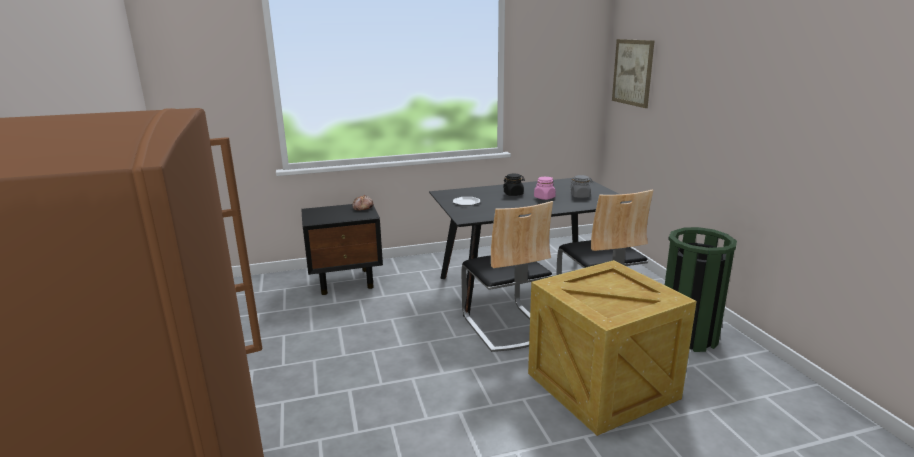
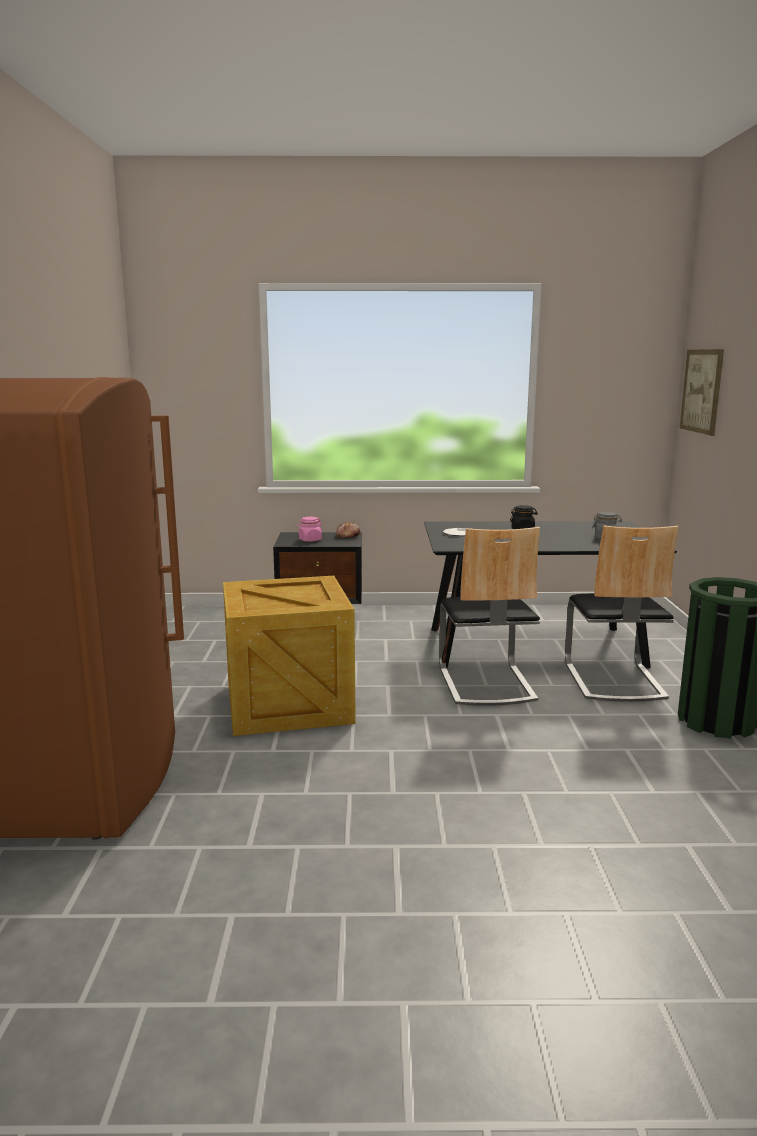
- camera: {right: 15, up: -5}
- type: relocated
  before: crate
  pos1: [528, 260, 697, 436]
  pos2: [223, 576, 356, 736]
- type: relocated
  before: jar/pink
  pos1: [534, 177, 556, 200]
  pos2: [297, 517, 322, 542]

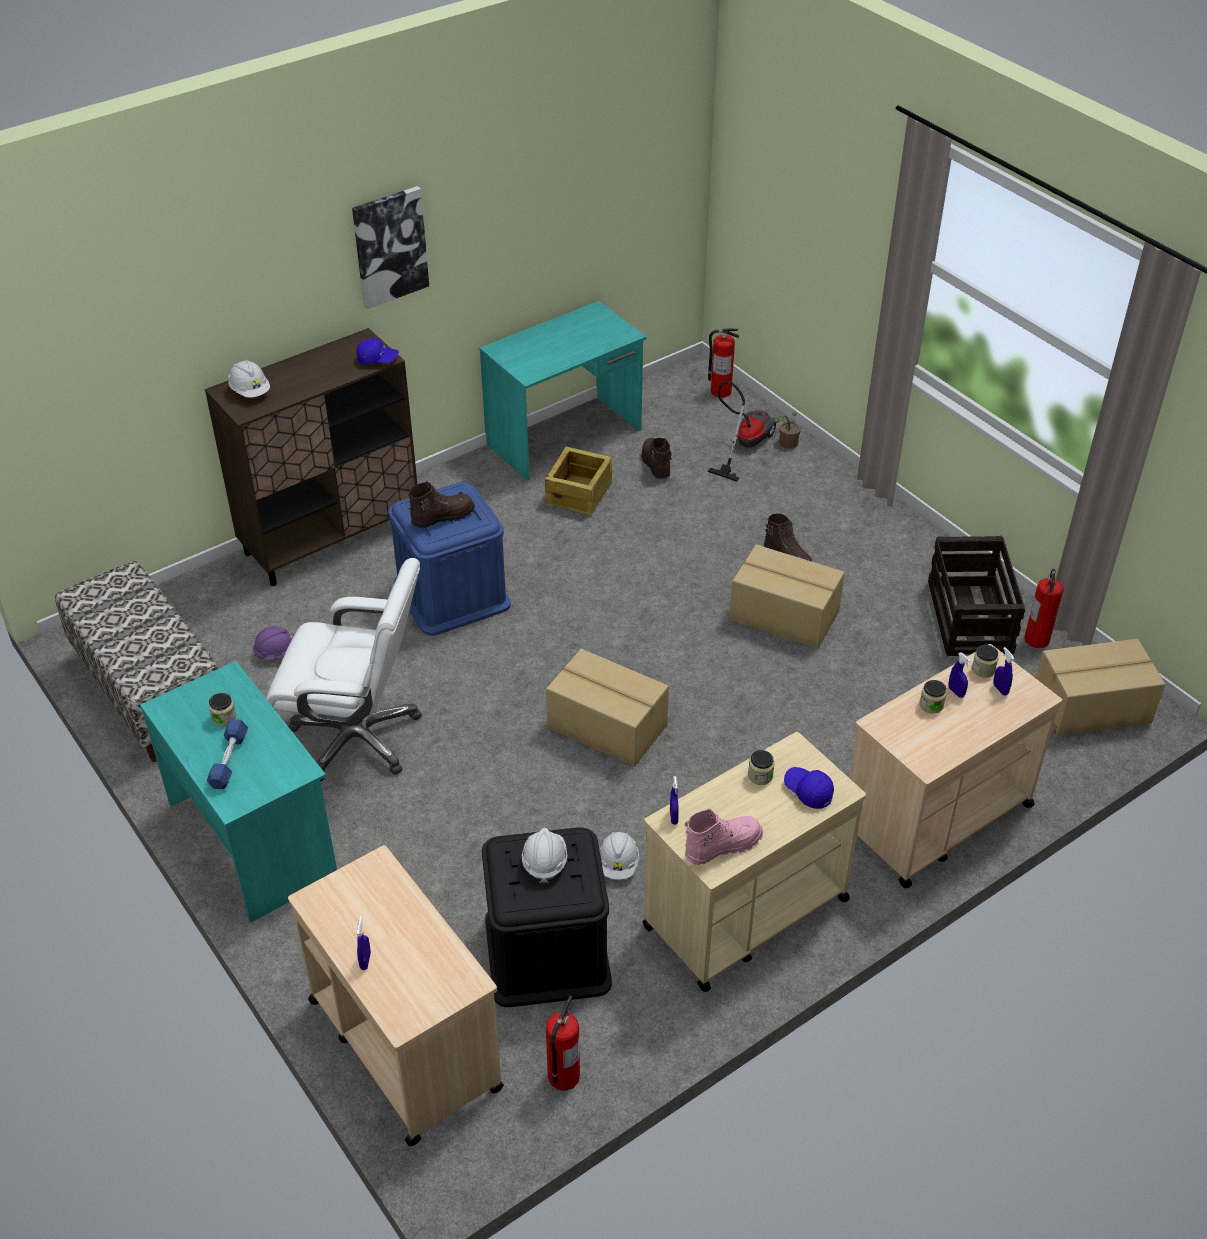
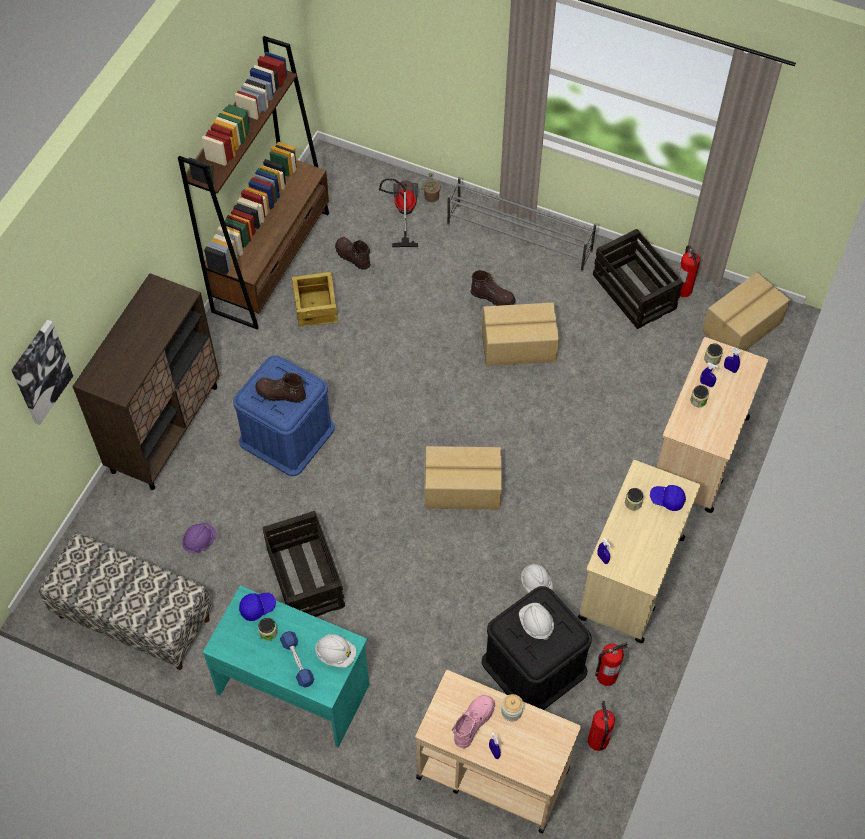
- camera: {right: -30, up: 15}
- type: relocated
  before: picture
  pos1: [352, 186, 429, 309]
  pos2: [12, 320, 73, 425]
- type: exchanged
  before: desk/turquoise
  after: bookcase/brown
  pos1: [479, 301, 646, 480]
  pos2: [178, 36, 329, 330]
- type: relocated
  before: cap/blue
  pos1: [356, 338, 399, 364]
  pos2: [239, 593, 276, 621]
- type: spun
  before: boot/brown
  pos1: [408, 481, 475, 528]
  pos2: [255, 373, 306, 403]
  turn: -105
- type: exchanged
  before: office chair/white
  after: crate
  pos1: [266, 558, 422, 782]
  pos2: [263, 511, 345, 617]
- type: relocated
  before: hard hat/white
  pos1: [228, 360, 270, 398]
  pos2: [315, 634, 356, 668]
- type: appeared
  after: shoe rack/grey
  pos2: [447, 177, 597, 272]
- type: relocated
  before: boot/pink
  pos1: [685, 809, 763, 865]
  pos2: [452, 695, 495, 748]
- type: appeared
  after: jar
  pos2: [501, 694, 524, 721]
- type: relocated
  before: fire extinguisher
  pos1: [708, 328, 739, 398]
  pos2: [595, 642, 628, 686]

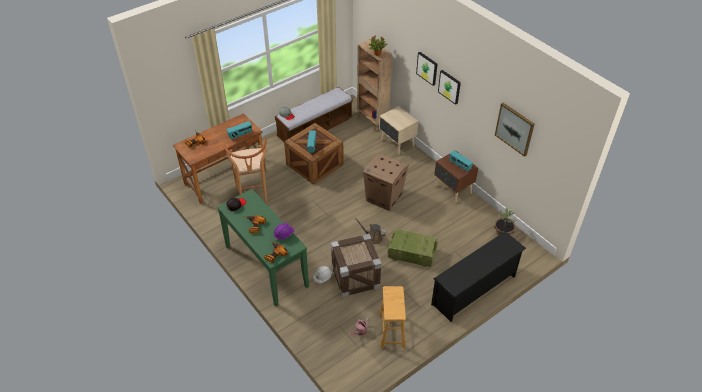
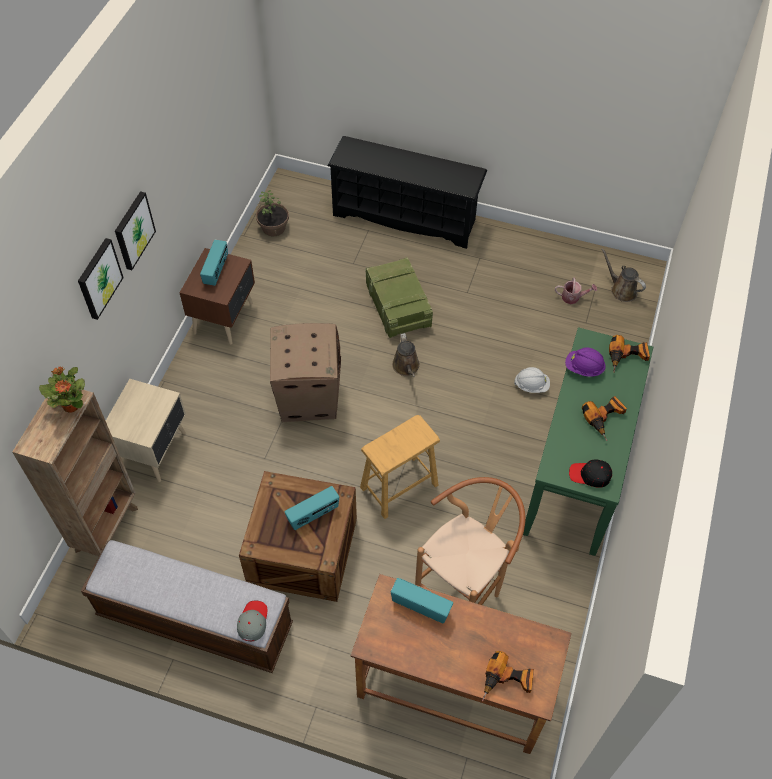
- camera: {right: -125, up: 10}
- type: relocated
  before: stool/brown
  pos1: [379, 286, 406, 348]
  pos2: [360, 415, 440, 519]
- type: appeared
  after: watering can/brown
  pos2: [601, 248, 646, 302]
- type: missing
  before: crate
  pos1: [331, 234, 382, 297]
- type: missing
  before: picture
  pos1: [495, 103, 535, 157]

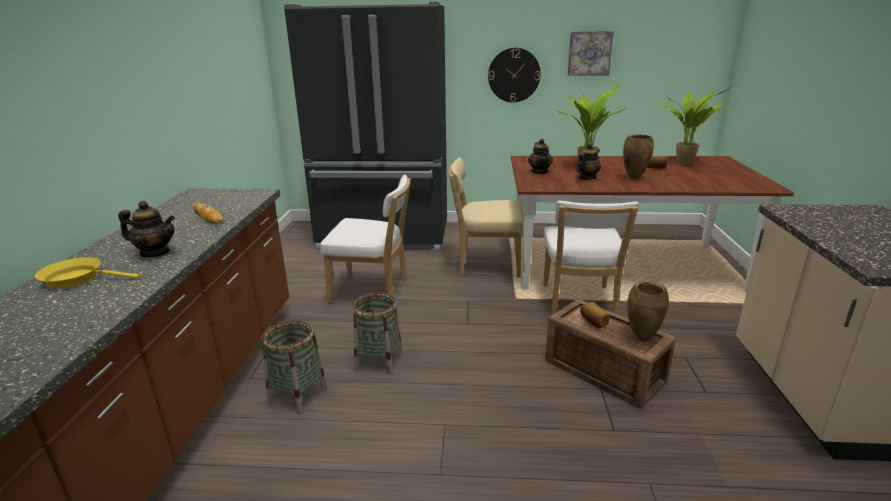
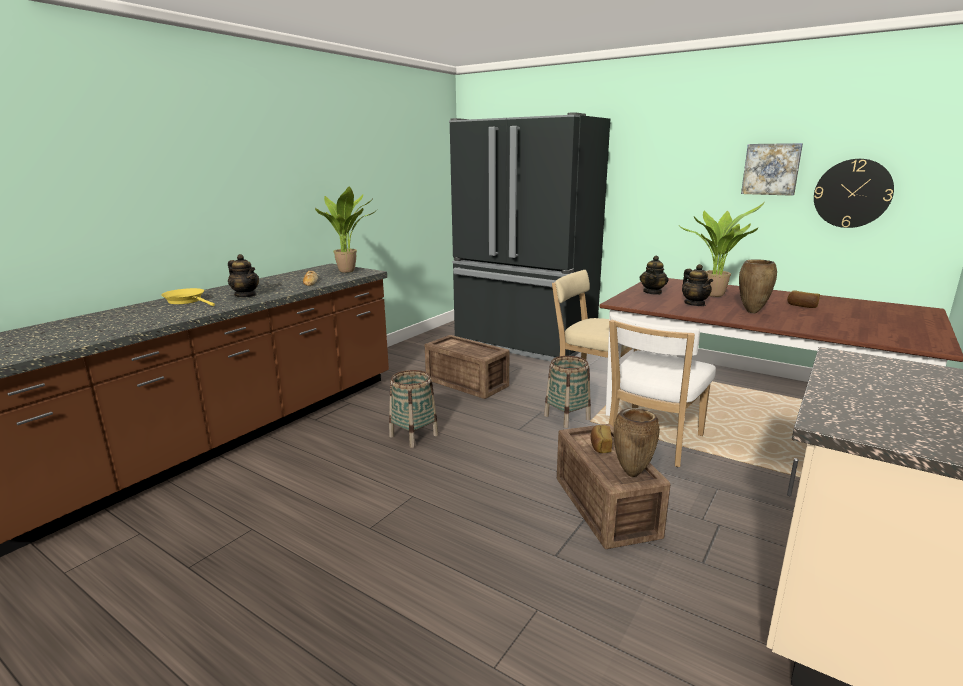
- camera: {right: 30, up: -5}
- type: relocated
  before: potted plant
  pos1: [660, 88, 729, 165]
  pos2: [315, 187, 376, 273]
- type: exchanged
  before: chair/white
  after: crate
  pos1: [320, 175, 411, 303]
  pos2: [425, 335, 509, 399]
- type: relocated
  before: basket
  pos1: [263, 320, 327, 414]
  pos2: [544, 356, 591, 428]
- type: spun
  before: teapot
  pos1: [576, 143, 601, 180]
  pos2: [682, 264, 713, 306]
  turn: 90
- type: relocated
  before: wall clock
  pos1: [488, 48, 541, 102]
  pos2: [814, 159, 894, 228]

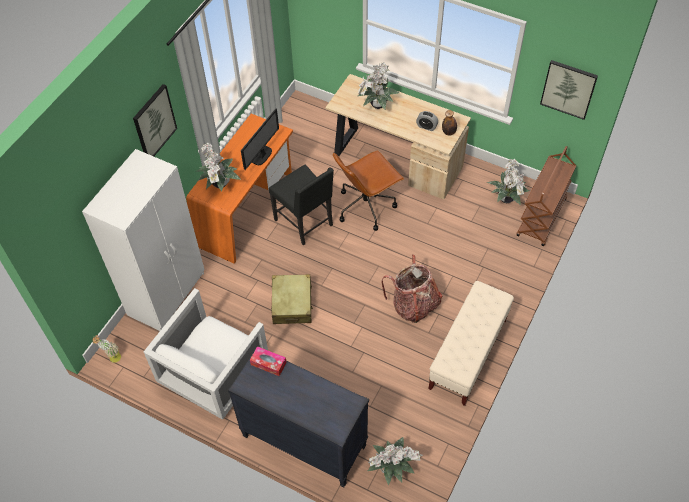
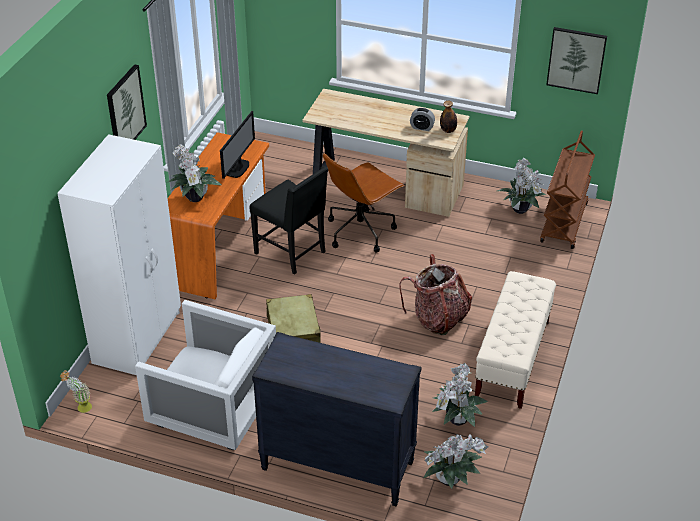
- camera: {right: -10, up: -15}
- type: spun
  before: armchair/white
  pos1: [144, 288, 268, 420]
  pos2: [135, 300, 276, 450]
  turn: -90
- type: relocated
  before: potted plant
  pos1: [358, 62, 399, 109]
  pos2: [432, 363, 488, 427]
- type: missing
  before: tissue box
  pos1: [250, 346, 287, 376]

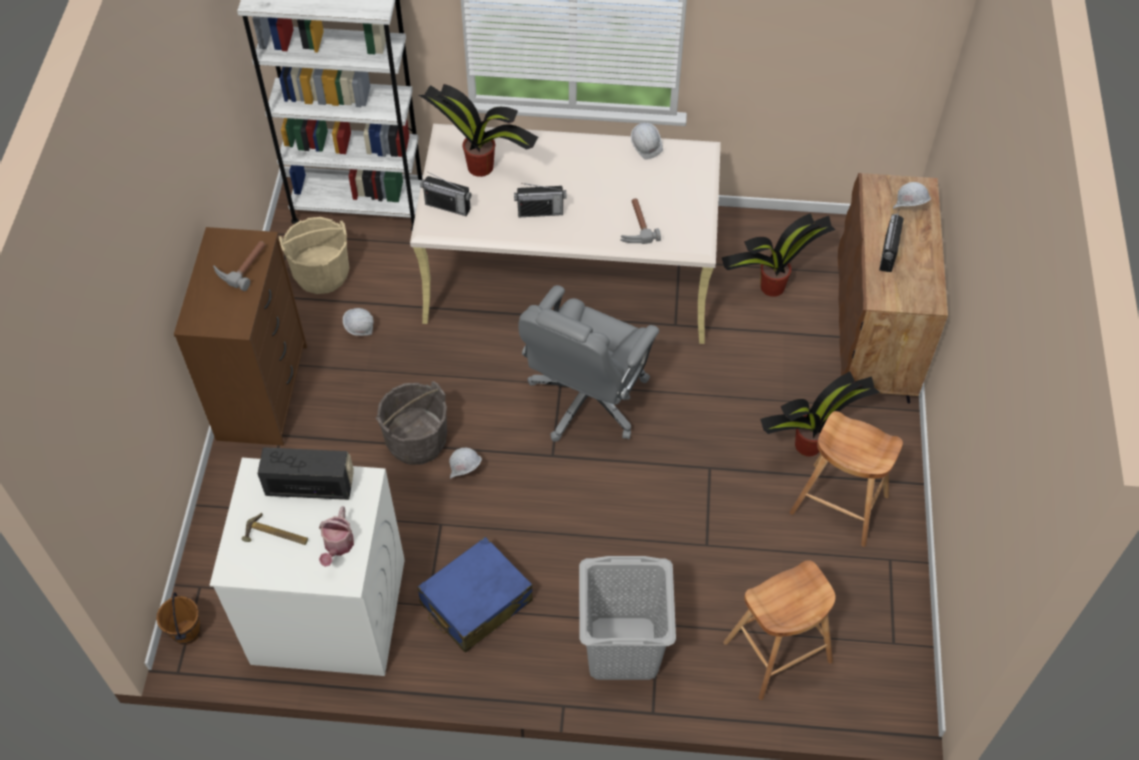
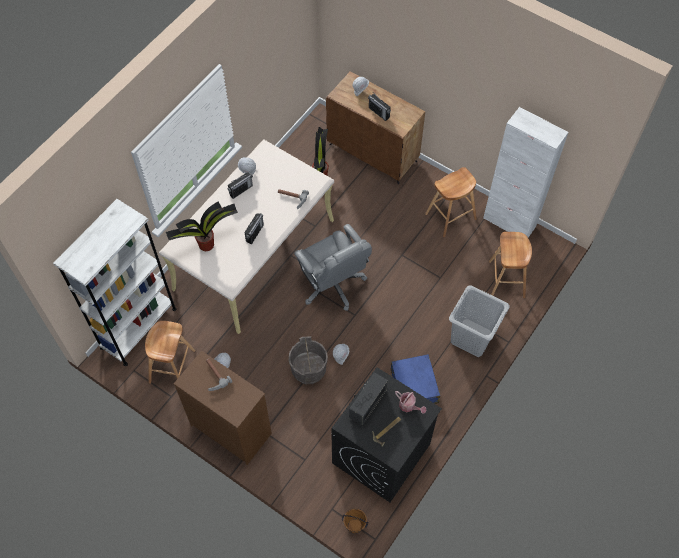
- camera: {right: -60, up: 5}
- type: exchanged
  before: bucket/beige
  after: stool/brown
  pos1: [279, 217, 349, 294]
  pos2: [145, 321, 195, 384]
- type: relocated
  before: radio
  pos1: [420, 172, 471, 216]
  pos2: [227, 172, 253, 199]
- type: colour
  before: washing machine/white
  after: washing machine/black
  pos1: [210, 458, 405, 676]
  pos2: [331, 367, 442, 502]
- type: appeared
  after: cabinet/white
  pos2: [483, 107, 568, 237]
- type: missing
  before: potted plant
  pos1: [760, 371, 880, 456]

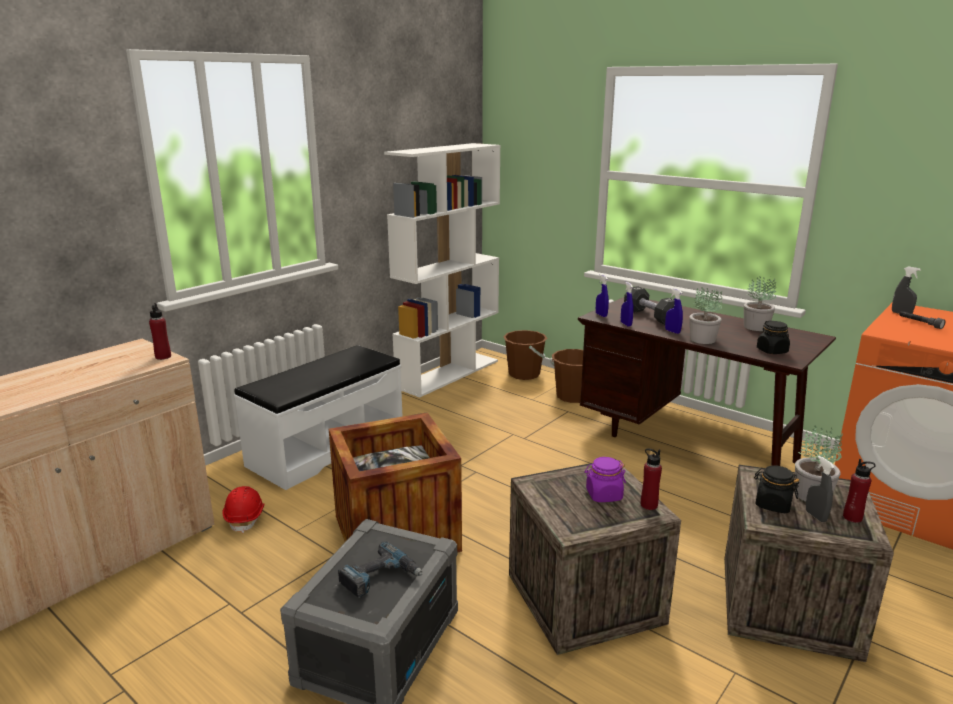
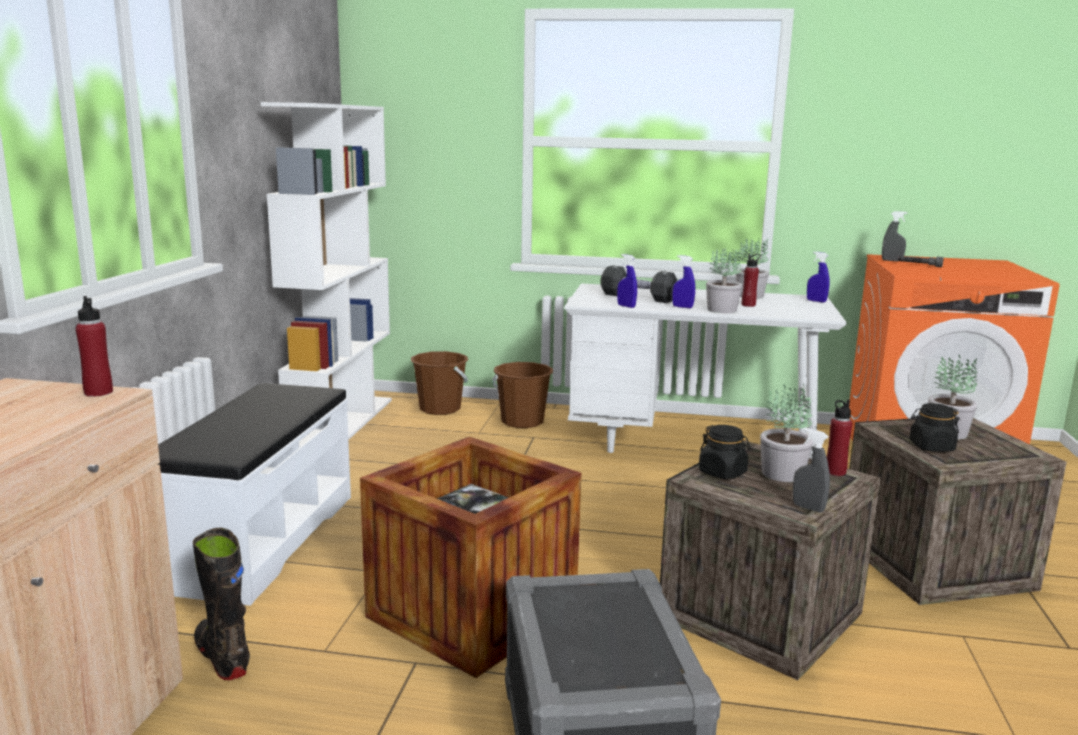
- camera: {right: -30, up: -5}
- type: exchanged
  before: hard hat/red
  after: boot/black
  pos1: [222, 486, 264, 533]
  pos2: [193, 528, 250, 680]
- type: colour
  before: desk/brown
  after: desk/white
  pos1: [578, 297, 836, 466]
  pos2: [564, 283, 846, 459]
- type: relocated
  before: jar/black
  pos1: [757, 321, 790, 354]
  pos2: [699, 425, 750, 479]
- type: relocated
  before: bottle/red
  pos1: [843, 459, 876, 523]
  pos2: [742, 254, 761, 307]
- type: exchanged
  before: jar/purple
  after: potted plant
  pos1: [585, 457, 626, 502]
  pos2: [760, 384, 813, 482]
- type: relocated
  before: spray bottle/grey
  pos1: [806, 456, 835, 522]
  pos2: [793, 428, 830, 513]
- type: relocated
  before: spray bottle/blue
  pos1: [596, 274, 609, 317]
  pos2: [807, 252, 830, 303]
- type: missing
  before: power drill
  pos1: [338, 541, 422, 598]

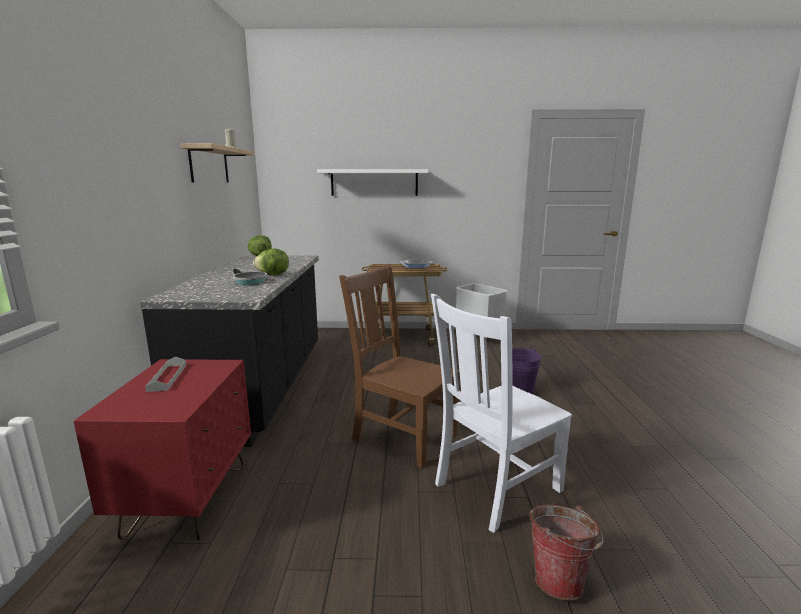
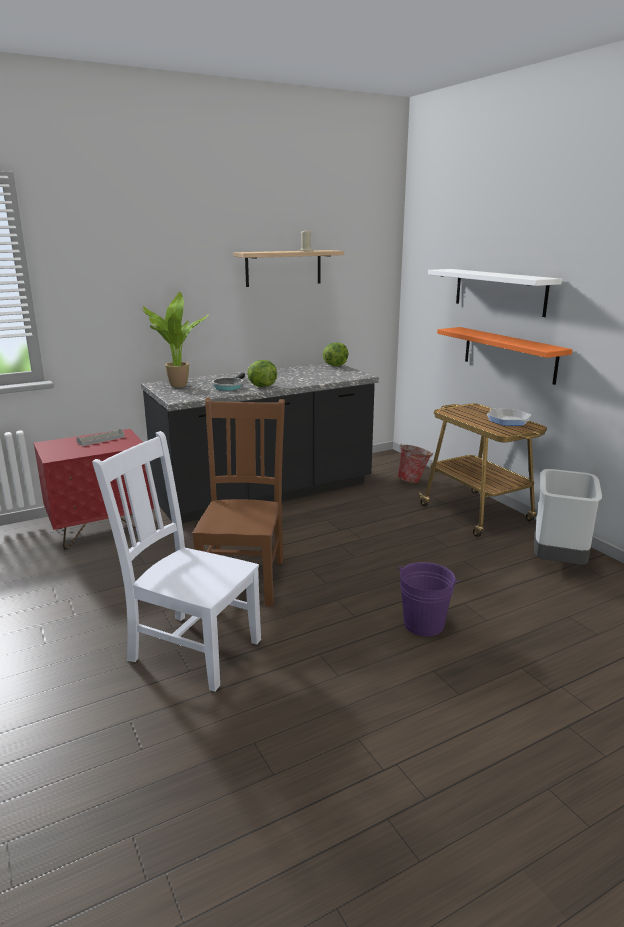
- camera: {right: 60, up: 5}
- type: appeared
  after: potted plant
  pos2: [143, 292, 209, 388]
- type: relocated
  before: bucket
  pos1: [529, 505, 603, 600]
  pos2: [397, 444, 433, 483]
- type: appeared
  after: shelf/orange
  pos2: [437, 327, 573, 385]

